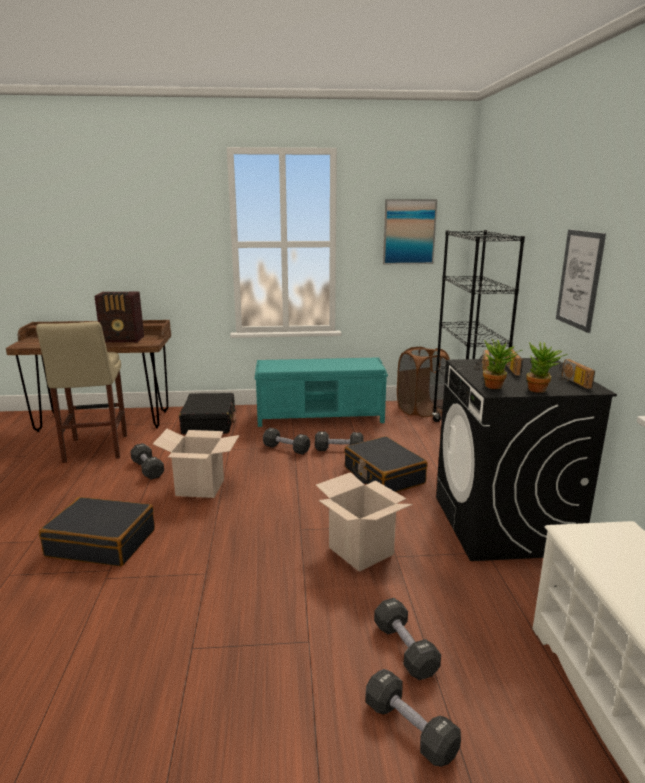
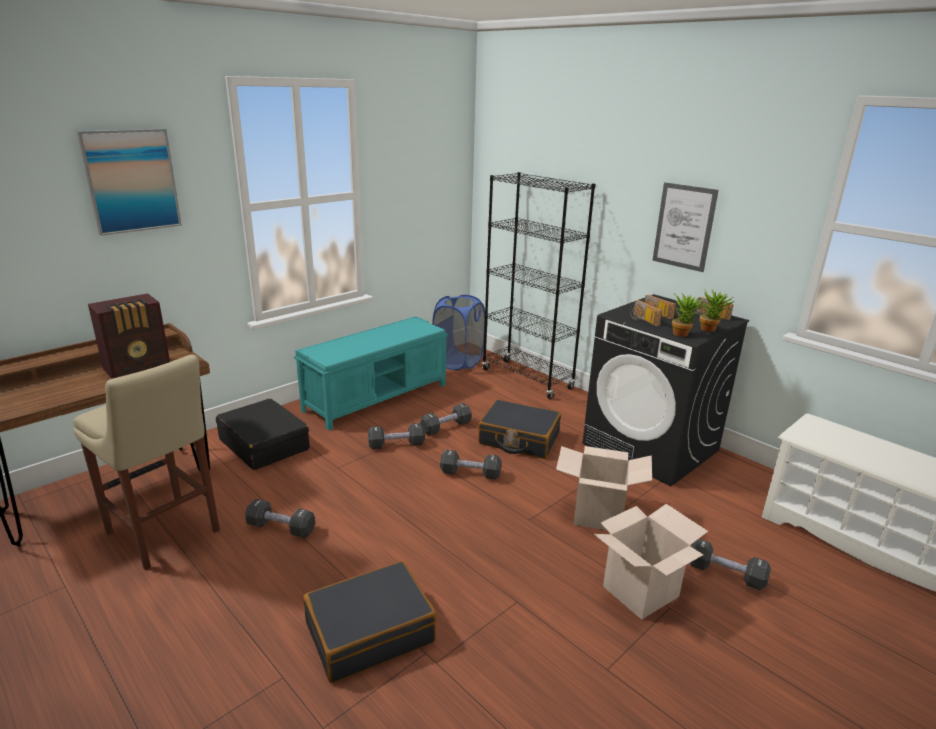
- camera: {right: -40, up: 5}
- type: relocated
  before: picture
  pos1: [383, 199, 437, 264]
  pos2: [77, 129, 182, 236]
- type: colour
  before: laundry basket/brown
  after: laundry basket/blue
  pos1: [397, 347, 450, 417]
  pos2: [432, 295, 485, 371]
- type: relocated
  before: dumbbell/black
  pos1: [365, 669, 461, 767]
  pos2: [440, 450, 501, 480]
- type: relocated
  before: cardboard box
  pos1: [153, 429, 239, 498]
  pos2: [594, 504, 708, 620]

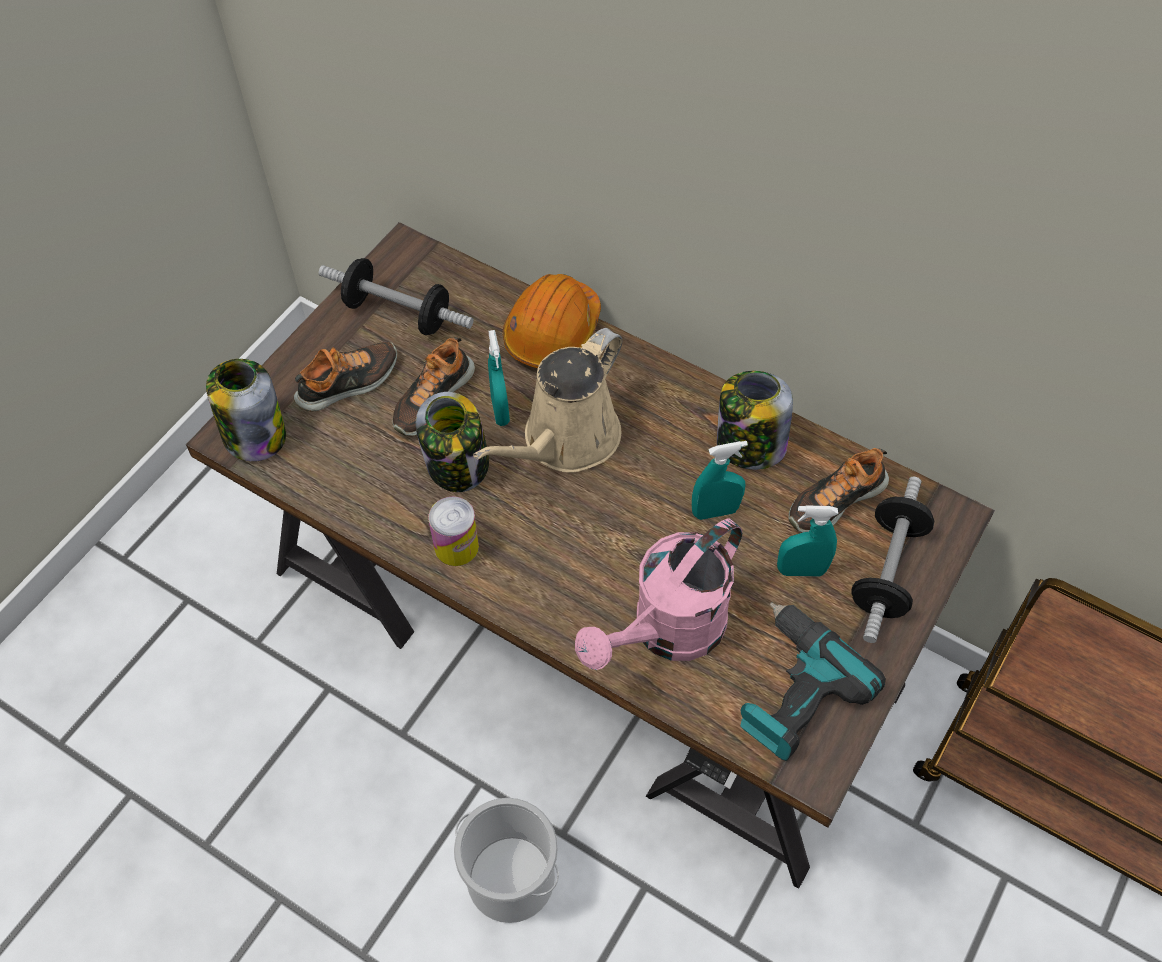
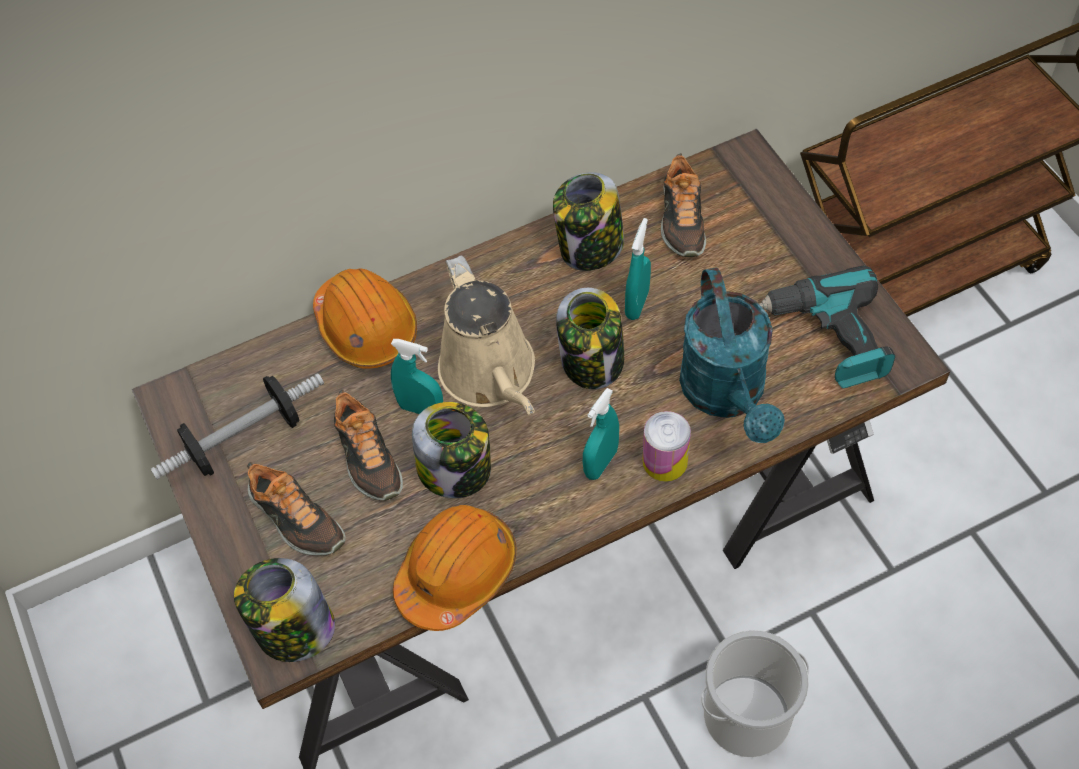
- camera: {right: -55, up: 0}
- type: spun
  before: shoe
  pos1: [294, 342, 398, 412]
  pos2: [247, 462, 346, 556]
  turn: 135
- type: appeared
  after: hard hat/orange
  pos2: [393, 505, 516, 631]
- type: appeared
  after: jar
  pos2: [556, 288, 624, 389]
- type: relocated
  before: spray bottle/turquoise
  pos1: [777, 505, 838, 576]
  pos2: [583, 388, 619, 480]
- type: relocated
  before: can
  pos1: [428, 497, 479, 566]
  pos2: [642, 411, 691, 482]
- type: colour
  before: watering can/pink
  after: watering can/turquoise
  pos1: [575, 518, 742, 670]
  pos2: [679, 267, 785, 443]
- type: missing
  before: dumbbell
  pos1: [851, 477, 934, 643]

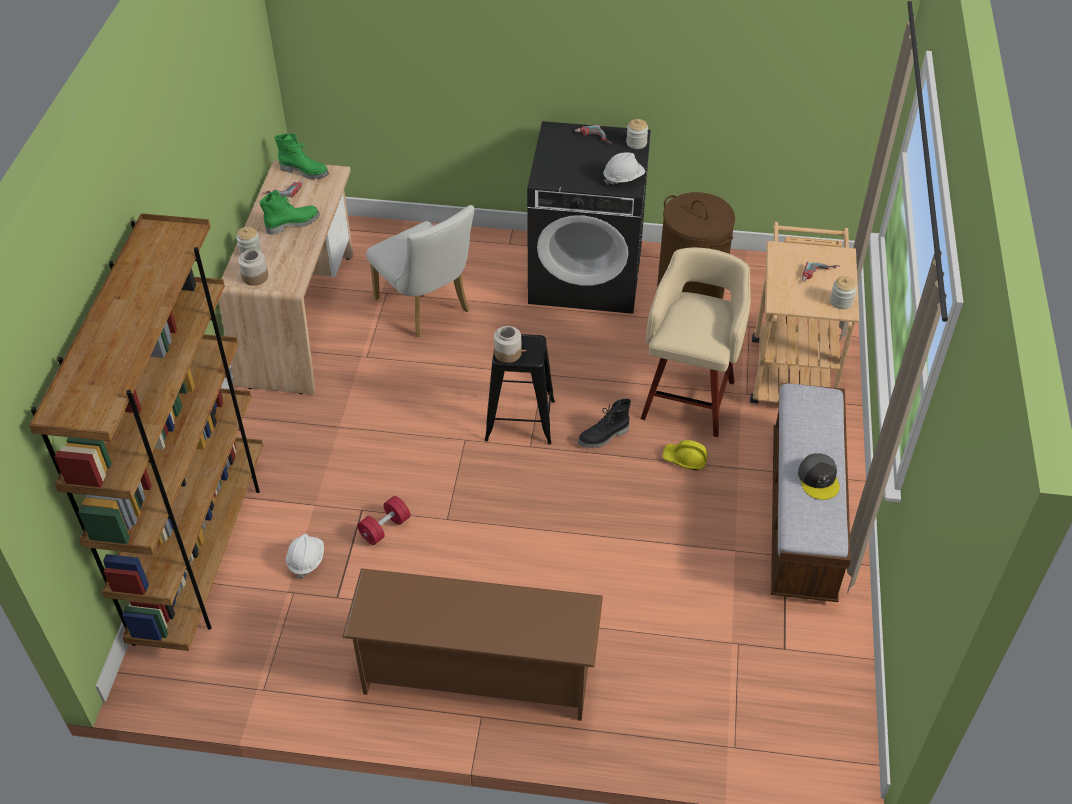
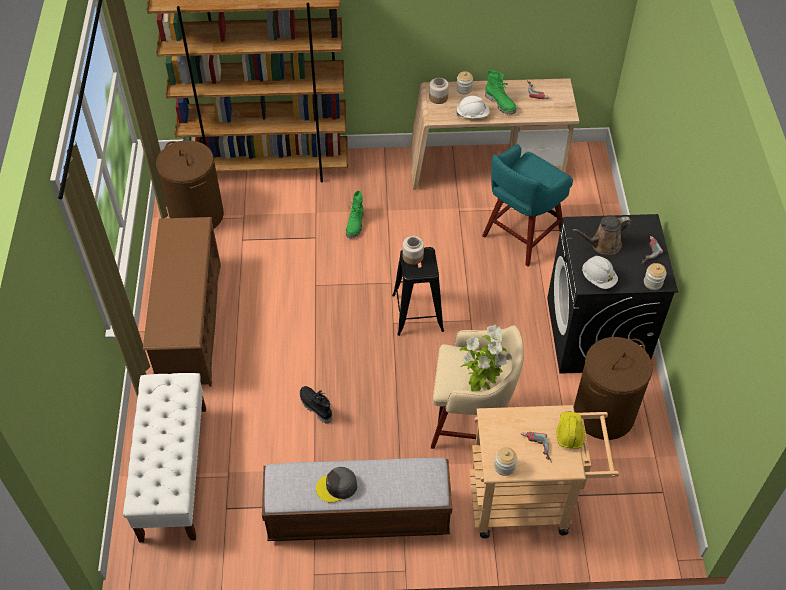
- camera: {right: 80, up: 5}
- type: appeared
  after: bench/white
  pos2: [123, 373, 206, 542]
- type: appeared
  after: laundry basket/brown
  pos2: [156, 140, 224, 229]
- type: relocated
  before: boot/black
  pos1: [578, 399, 631, 448]
  pos2: [300, 386, 332, 424]
- type: relocated
  before: boot/green
  pos1: [274, 133, 329, 179]
  pos2: [346, 191, 363, 239]
- type: relocated
  before: hard hat/white
  pos1: [286, 534, 324, 578]
  pos2: [456, 96, 489, 118]
- type: appeared
  after: potted plant
  pos2: [459, 325, 507, 392]
- type: exchanged
  before: chair/white
  after: stool/turquoise
  pos1: [366, 205, 474, 337]
  pos2: [482, 144, 573, 267]
- type: relocated
  before: hard hat/yellow
  pos1: [663, 440, 708, 471]
  pos2: [556, 412, 585, 448]
- type: appeared
  after: watering can/brown
  pos2: [572, 216, 632, 255]
- type: missing
  before: dumbbell/red
  pos1: [357, 496, 410, 545]

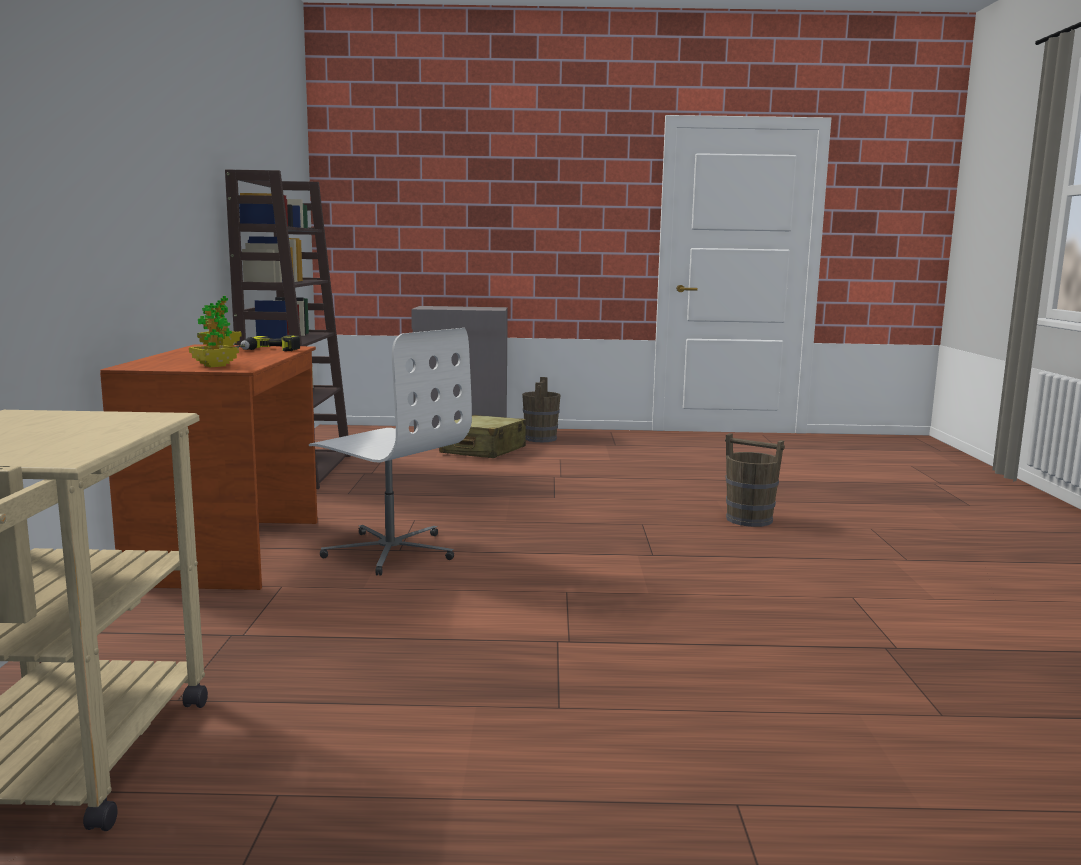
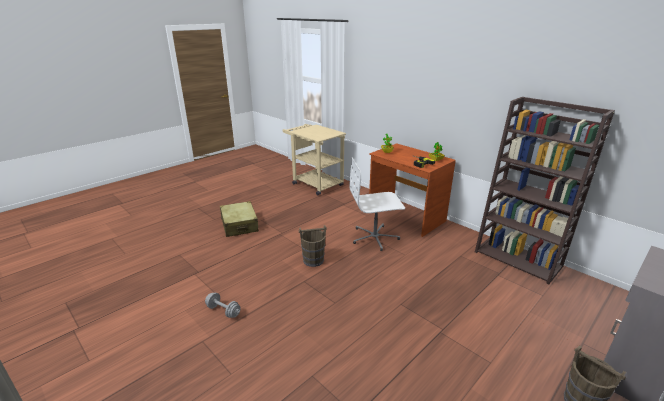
- camera: {right: 135, up: 15}
- type: appeared
  after: dumbbell/grey
  pos2: [205, 293, 241, 318]
- type: relocated
  before: suitcase/beige
  pos1: [439, 415, 526, 458]
  pos2: [220, 201, 259, 237]
- type: relocated
  before: bucket/brown
  pos1: [725, 433, 785, 527]
  pos2: [299, 225, 327, 267]

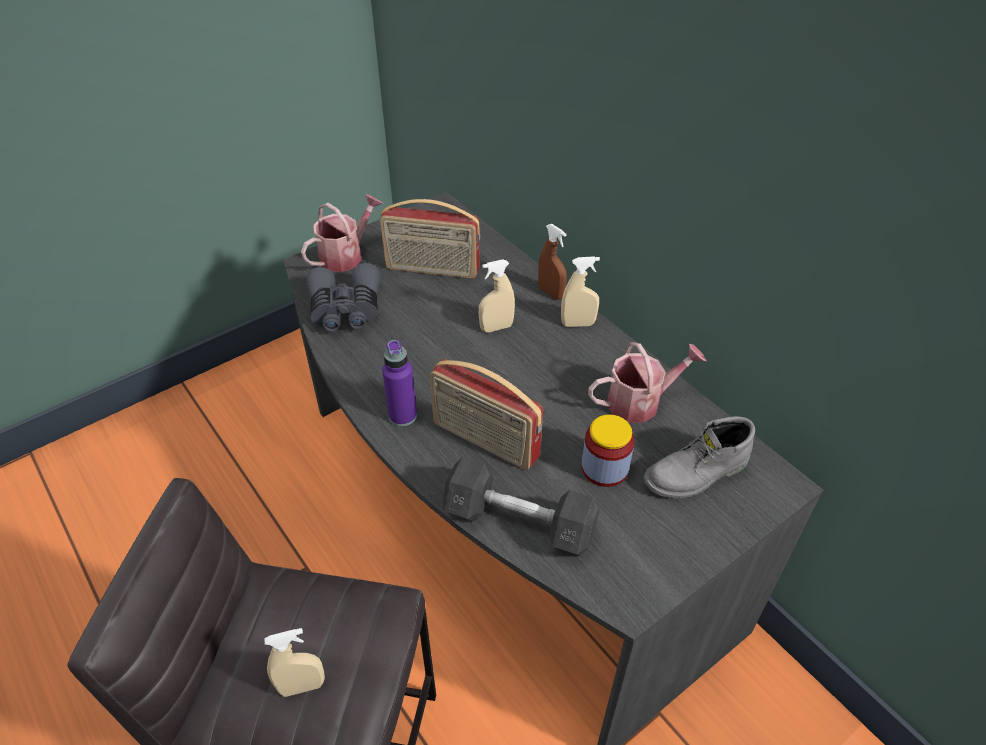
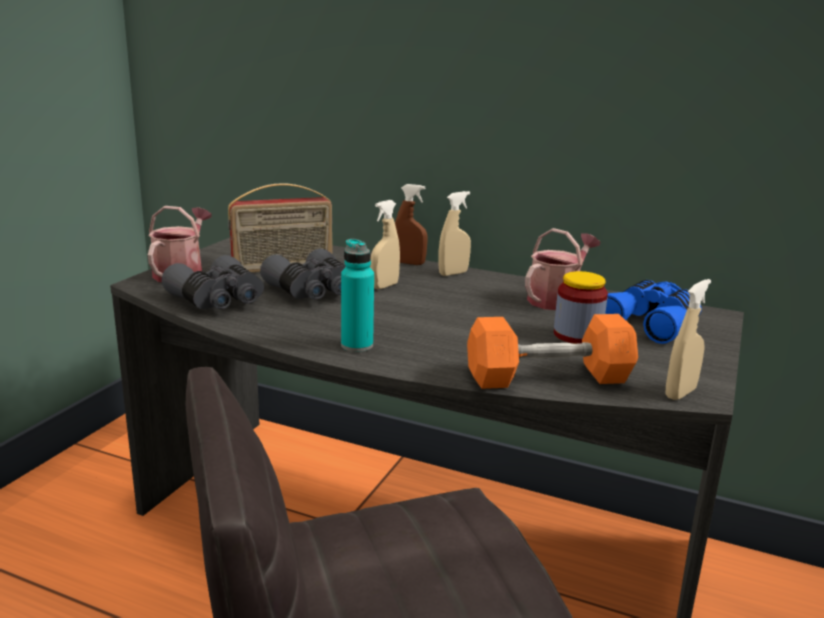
- camera: {right: -30, up: -25}
- type: appeared
  after: binoculars/grey
  pos2: [260, 249, 346, 299]
- type: colour
  before: bottle/purple
  after: bottle/turquoise
  pos1: [382, 340, 417, 426]
  pos2: [341, 239, 374, 352]
- type: colour
  before: dumbbell/grey
  after: dumbbell/orange
  pos1: [442, 457, 599, 556]
  pos2: [467, 314, 638, 389]
- type: exchanged
  before: boot/grey
  after: binoculars/blue
  pos1: [644, 416, 755, 498]
  pos2: [605, 280, 702, 344]
- type: relocated
  before: spray bottle/beige
  pos1: [264, 628, 325, 697]
  pos2: [666, 279, 711, 400]
- type: missing
  before: radio
  pos1: [430, 359, 543, 470]

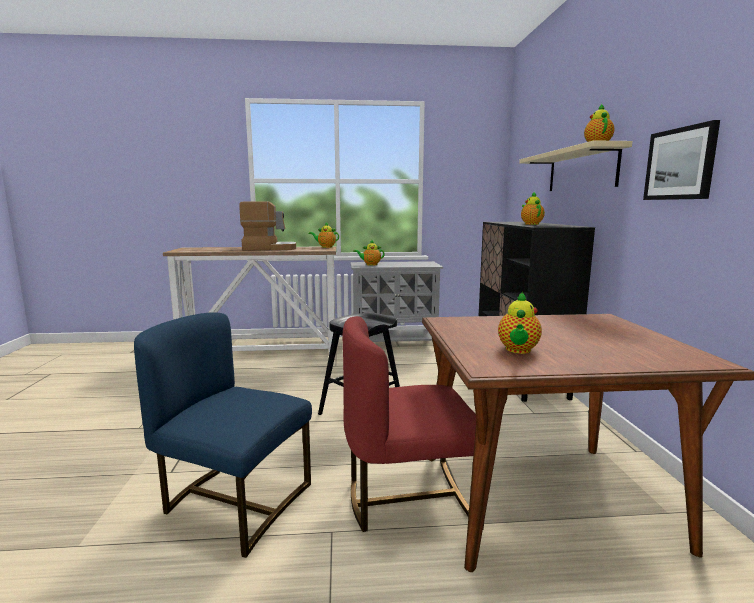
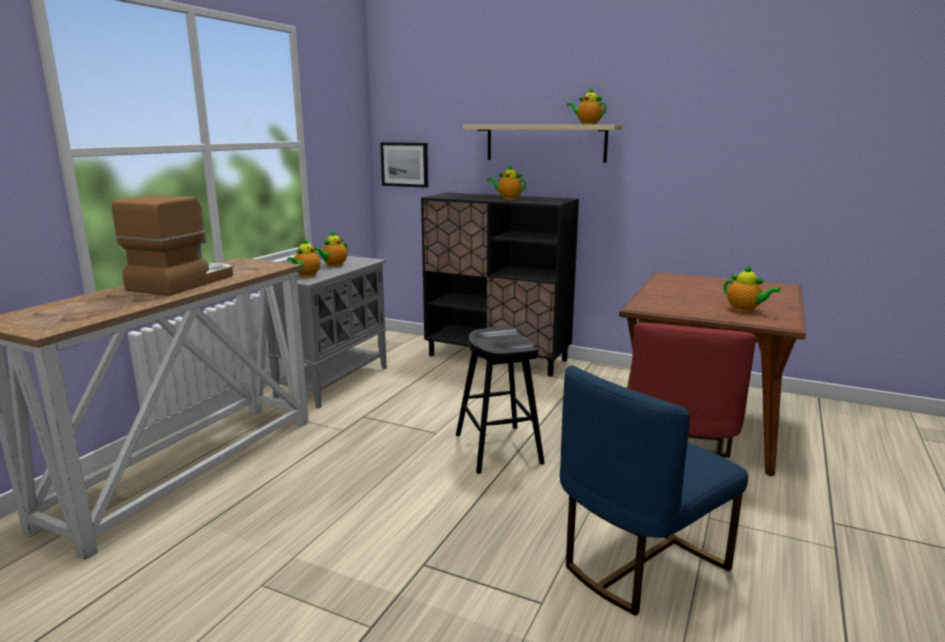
- camera: {right: -60, up: 5}
- type: relocated
  before: teapot
  pos1: [309, 222, 339, 248]
  pos2: [314, 230, 348, 267]
- type: relocated
  before: picture
  pos1: [643, 120, 720, 200]
  pos2: [380, 142, 428, 188]

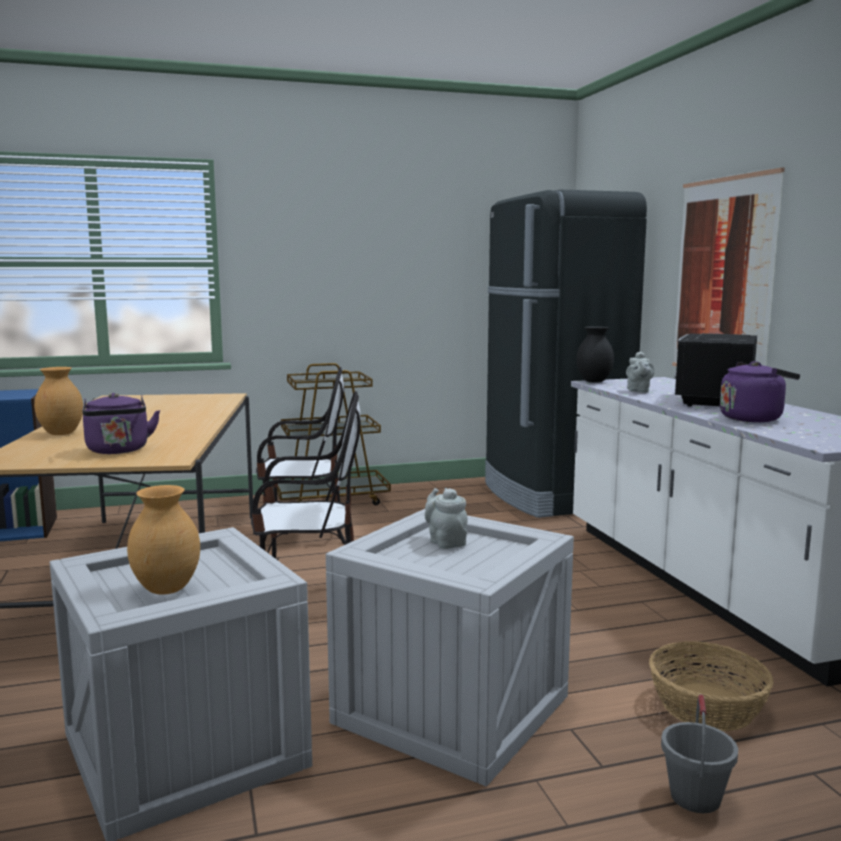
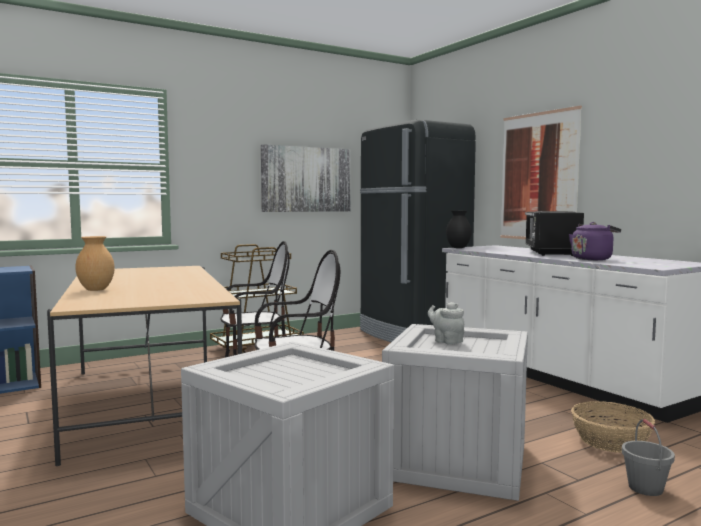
- camera: {right: -15, up: -5}
- type: appeared
  after: picture
  pos2: [261, 144, 351, 212]
- type: missing
  before: kettle/purple
  pos1: [83, 393, 160, 454]
- type: missing
  before: vase/brown
  pos1: [127, 485, 200, 595]
- type: missing
  before: teapot/grey
  pos1: [626, 351, 655, 393]

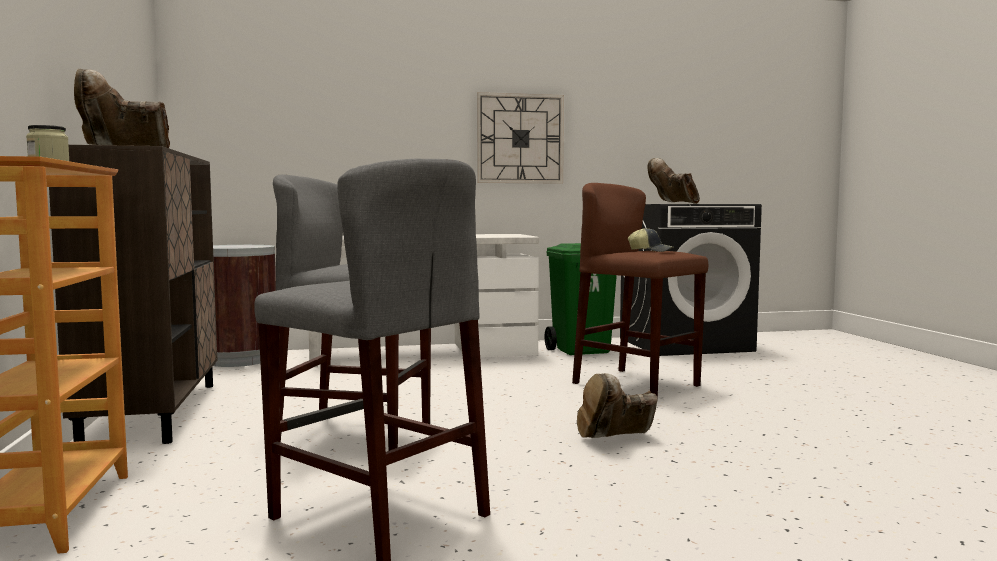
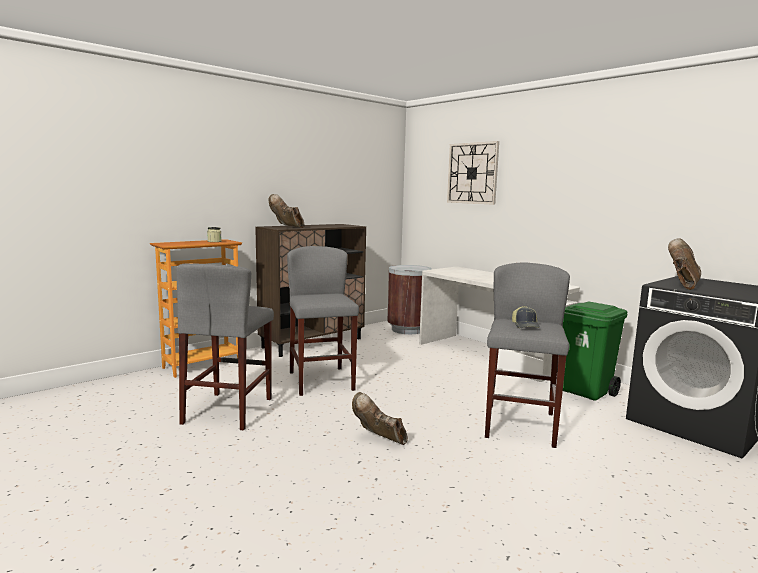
- camera: {right: 60, up: 5}
- type: relocated
  before: wall clock
  pos1: [477, 92, 564, 184]
  pos2: [447, 141, 499, 205]
- type: colour
  before: stool/brown
  after: stool/grey
  pos1: [572, 183, 708, 399]
  pos2: [485, 263, 570, 448]

